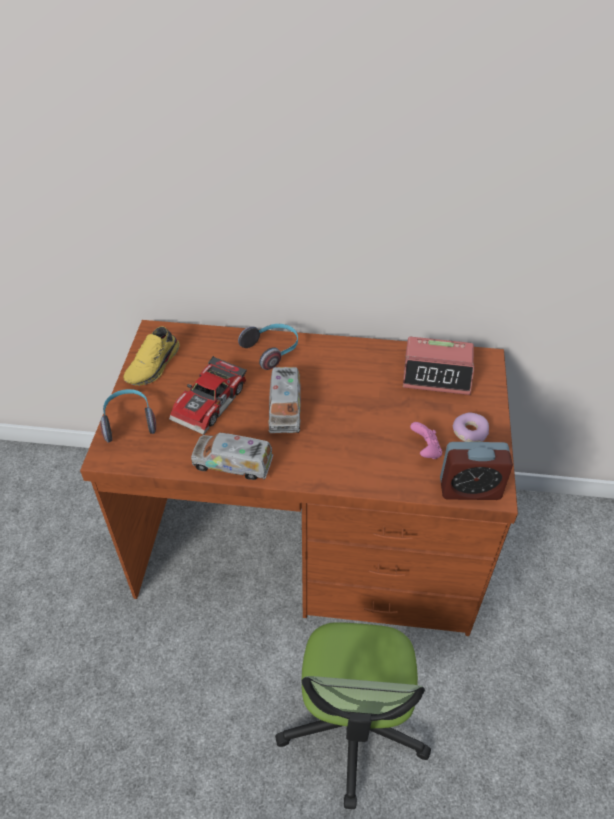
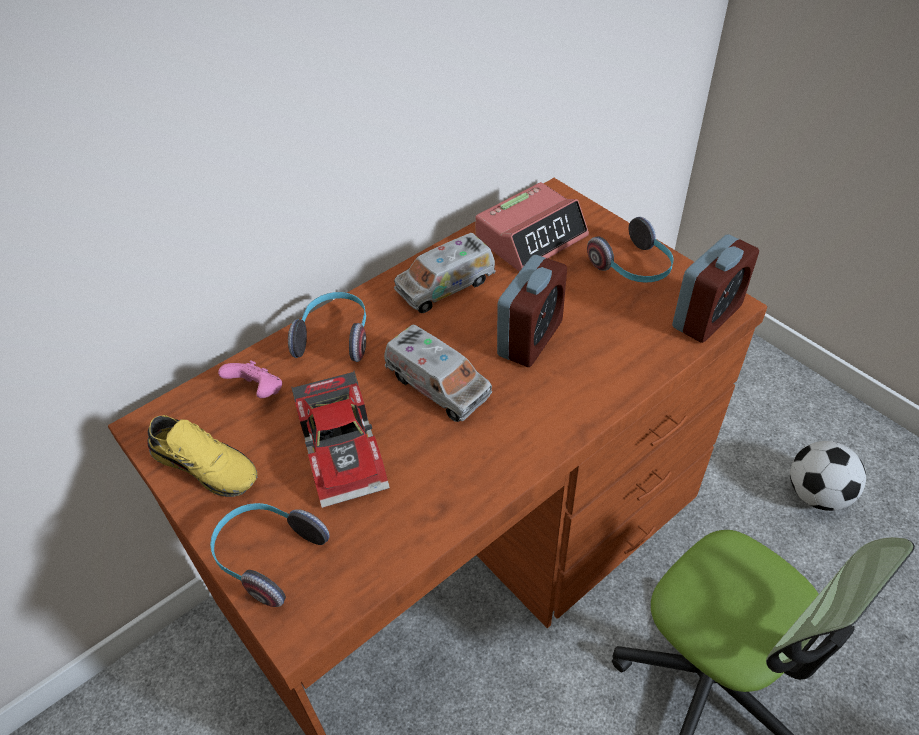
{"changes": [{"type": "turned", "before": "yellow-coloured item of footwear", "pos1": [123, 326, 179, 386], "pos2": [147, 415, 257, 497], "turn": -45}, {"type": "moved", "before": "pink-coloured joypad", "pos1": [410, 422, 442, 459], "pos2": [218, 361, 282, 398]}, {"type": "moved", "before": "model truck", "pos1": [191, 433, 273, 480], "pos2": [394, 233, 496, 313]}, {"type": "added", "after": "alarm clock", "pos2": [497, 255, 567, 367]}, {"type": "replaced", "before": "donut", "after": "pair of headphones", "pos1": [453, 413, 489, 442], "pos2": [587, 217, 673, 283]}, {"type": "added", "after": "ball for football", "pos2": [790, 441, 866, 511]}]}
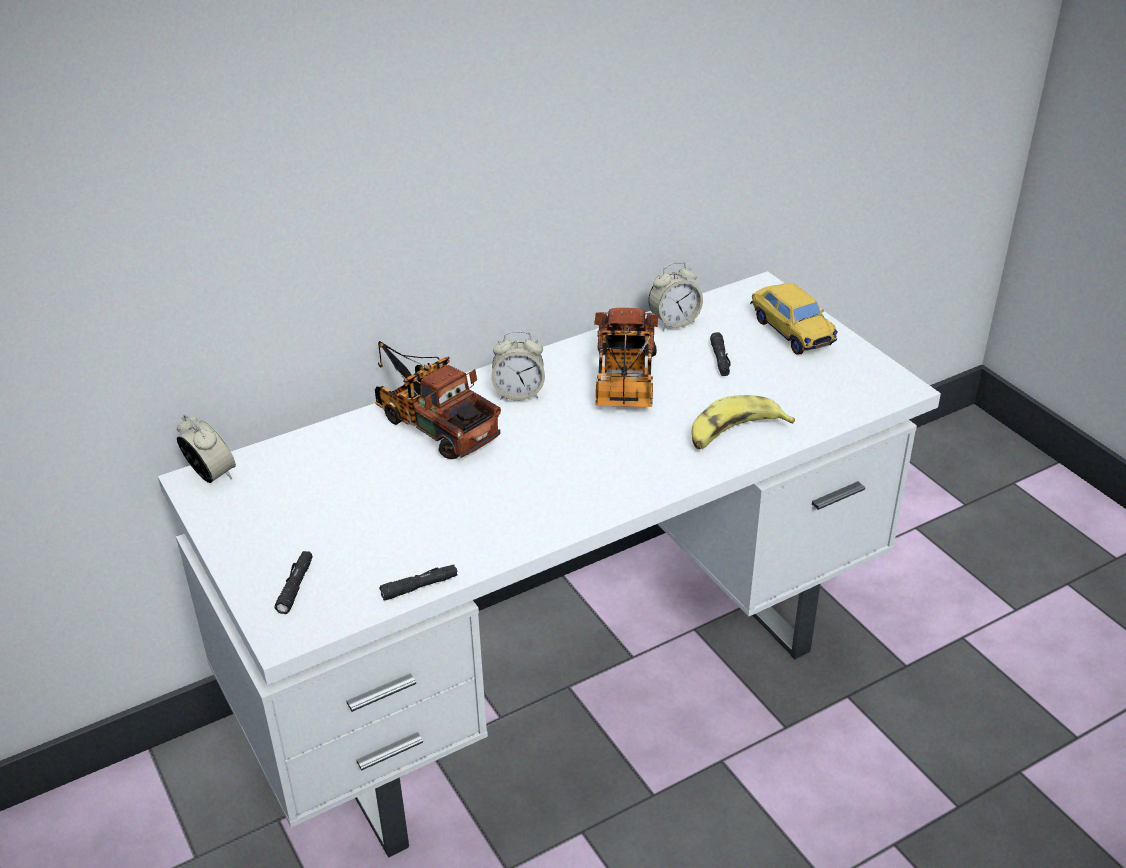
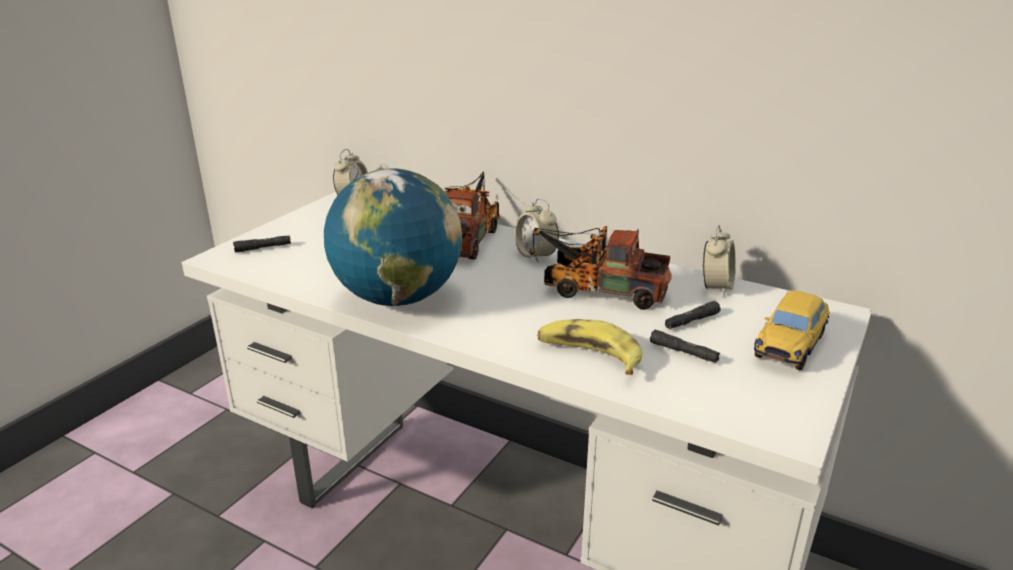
{"changes": [{"type": "added", "after": "globe", "pos2": [324, 168, 462, 306]}, {"type": "turned", "before": "model truck", "pos1": [594, 308, 658, 407], "pos2": [530, 226, 672, 310], "turn": 45}, {"type": "moved", "before": "blackish hand torch", "pos1": [379, 565, 457, 601], "pos2": [650, 330, 720, 363]}, {"type": "turned", "before": "alarm clock", "pos1": [648, 262, 703, 330], "pos2": [703, 225, 736, 296], "turn": -105}]}
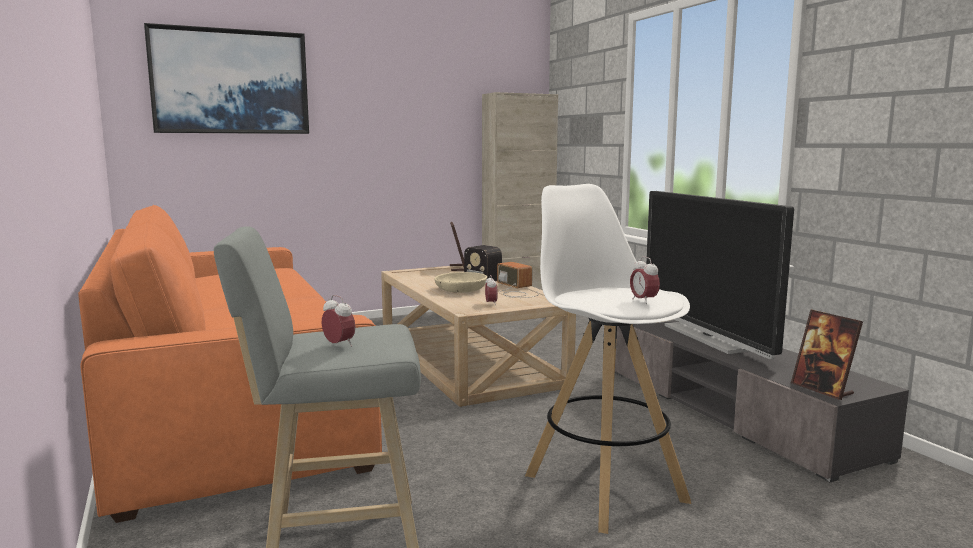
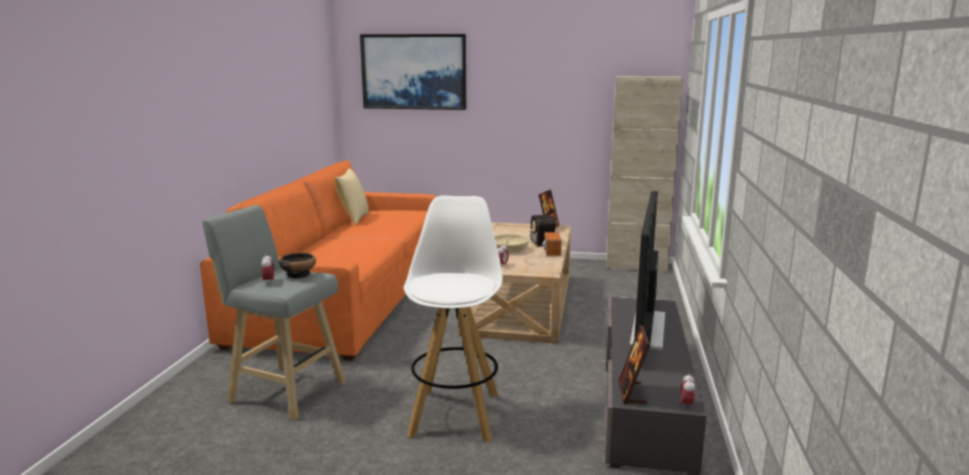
{"changes": [{"type": "added", "after": "bowl", "pos2": [279, 253, 316, 279]}, {"type": "added", "after": "throw pillow", "pos2": [335, 168, 369, 225]}, {"type": "moved", "before": "alarm clock", "pos1": [630, 256, 660, 304], "pos2": [681, 373, 695, 409]}]}
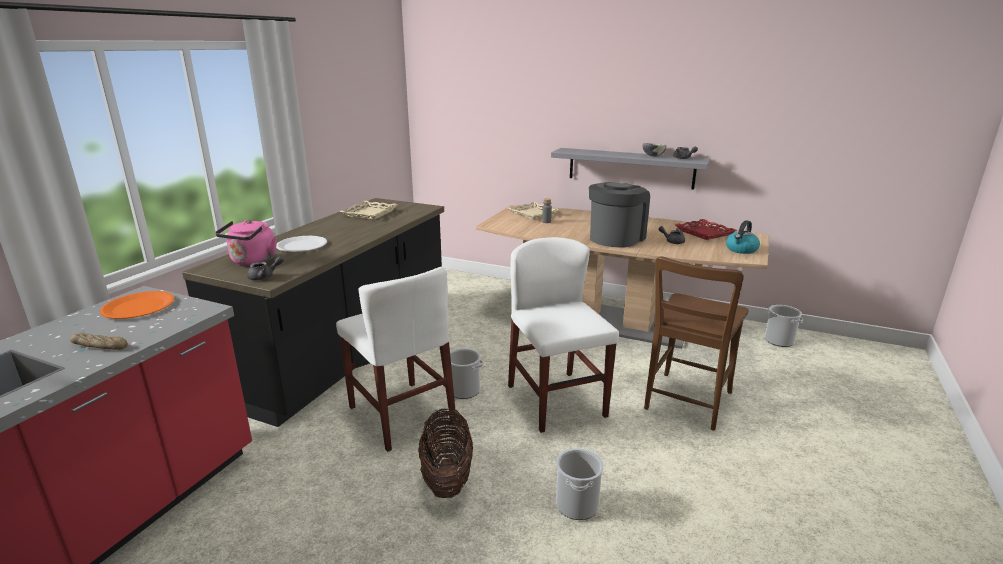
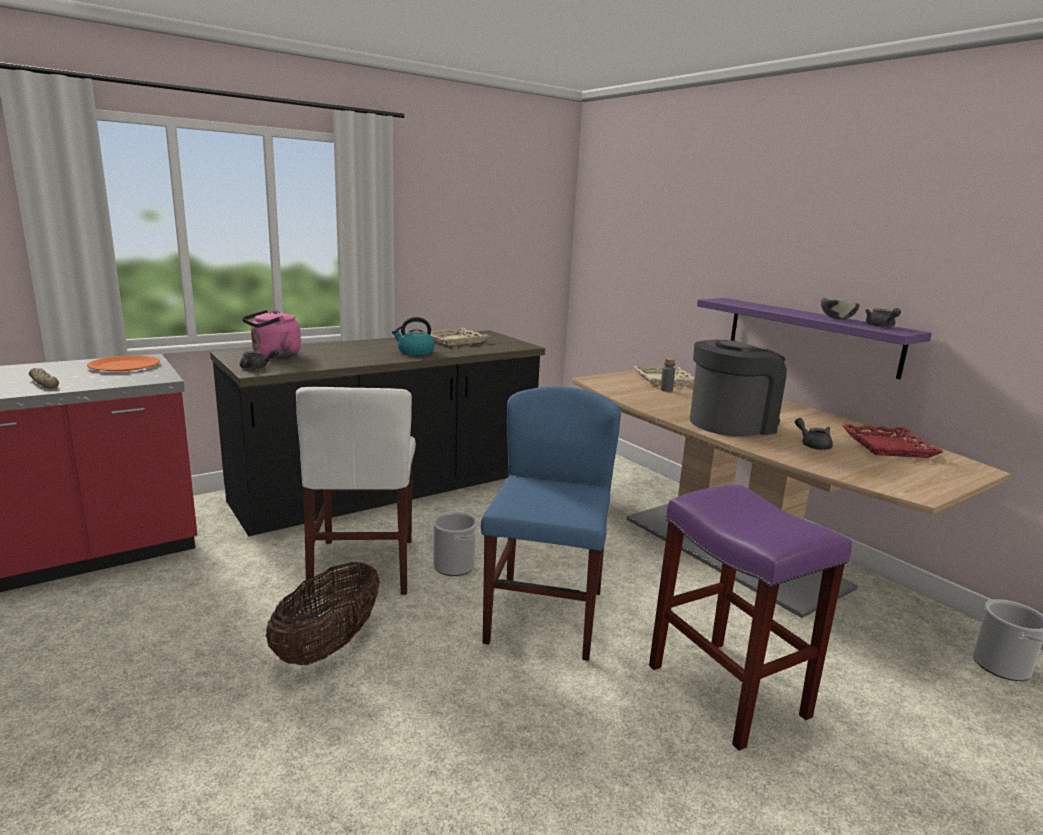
{"changes": [{"type": "moved", "before": "water kettle", "pos1": [726, 220, 760, 254], "pos2": [392, 317, 435, 355]}, {"type": "recoloured", "before": "whitish upright chair", "after": "bluish upright chair", "pos1": [508, 237, 619, 433], "pos2": [481, 386, 621, 661]}, {"type": "replaced", "before": "brown-coloured upright chair", "after": "purple stool seat", "pos1": [644, 256, 749, 431], "pos2": [649, 485, 852, 751]}, {"type": "recoloured", "before": "grey shelf", "after": "purple shelf", "pos1": [551, 148, 711, 189], "pos2": [697, 298, 932, 379]}, {"type": "removed", "before": "whitish dinner plate", "pos1": [276, 236, 327, 252]}, {"type": "removed", "before": "water bucket", "pos1": [556, 449, 604, 520]}]}
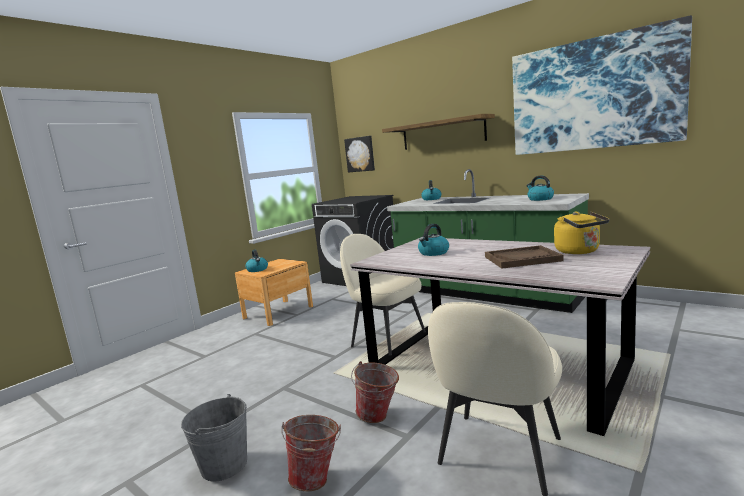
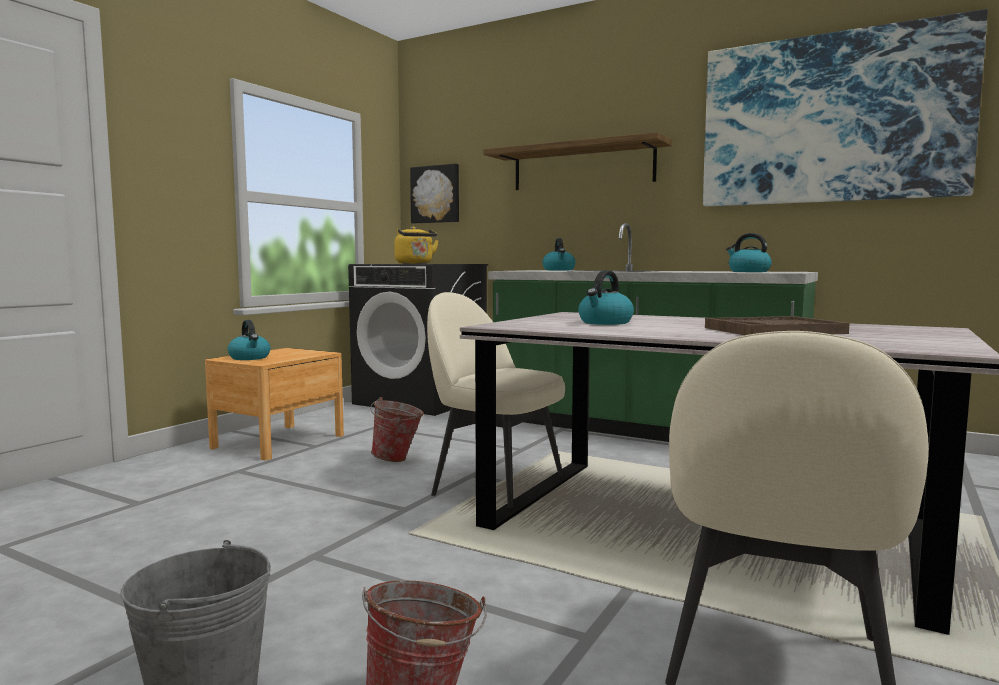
{"changes": [{"type": "moved", "before": "water bucket", "pos1": [351, 361, 399, 423], "pos2": [370, 397, 424, 462]}, {"type": "moved", "before": "yellow-coloured water kettle", "pos1": [554, 212, 609, 254], "pos2": [394, 226, 439, 264]}]}
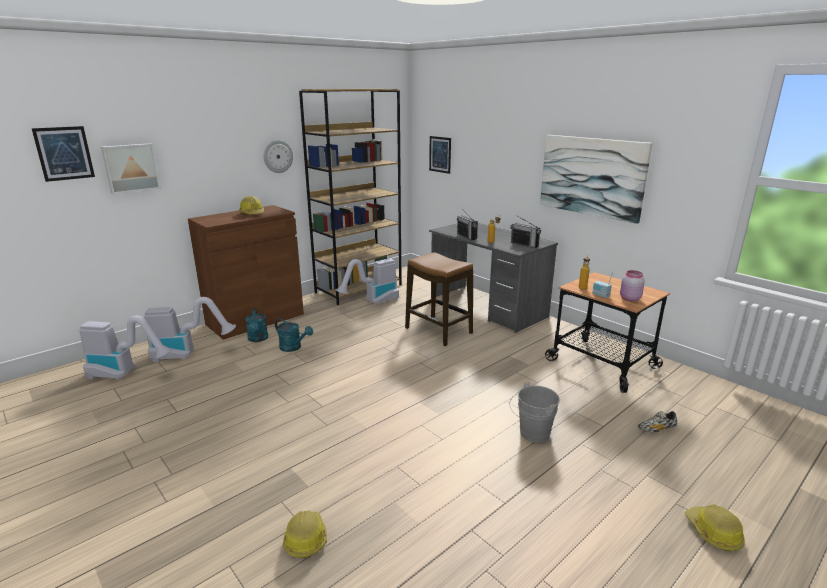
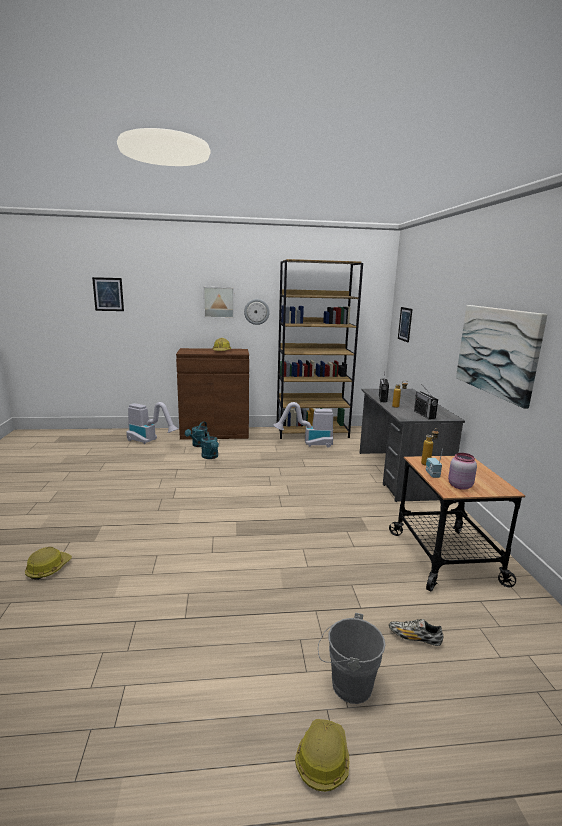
{"changes": [{"type": "moved", "before": "picture", "pos1": [101, 143, 161, 194], "pos2": [203, 287, 234, 318]}, {"type": "moved", "before": "grey water bucket", "pos1": [509, 382, 560, 443], "pos2": [318, 613, 386, 704]}, {"type": "removed", "before": "vacuum", "pos1": [79, 316, 172, 380]}, {"type": "removed", "before": "stool seat", "pos1": [405, 252, 473, 346]}]}
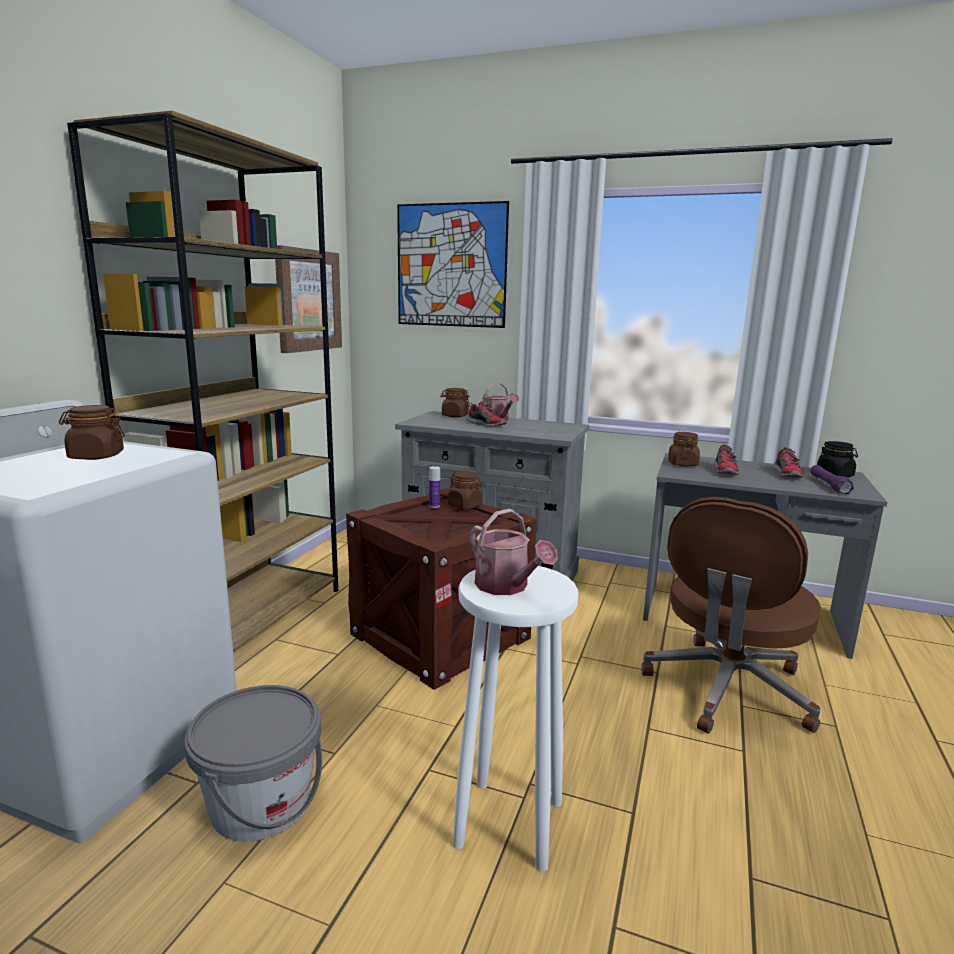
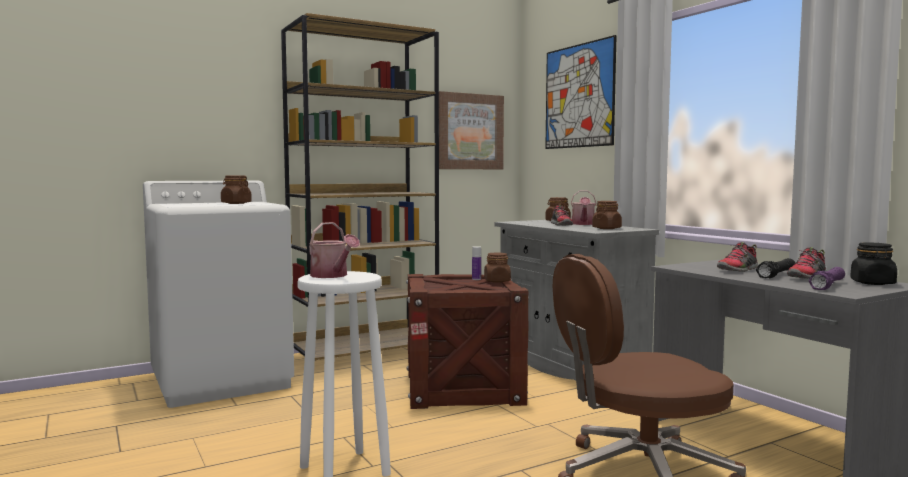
{"changes": [{"type": "turned", "before": "watering can", "pos1": [470, 509, 558, 595], "pos2": [309, 222, 360, 278], "turn": -45}, {"type": "moved", "before": "brown-coloured storage jar", "pos1": [668, 432, 700, 466], "pos2": [592, 201, 622, 229]}, {"type": "added", "after": "blackish hand torch", "pos2": [756, 258, 795, 278]}, {"type": "removed", "before": "grey water bucket", "pos1": [184, 685, 322, 842]}]}
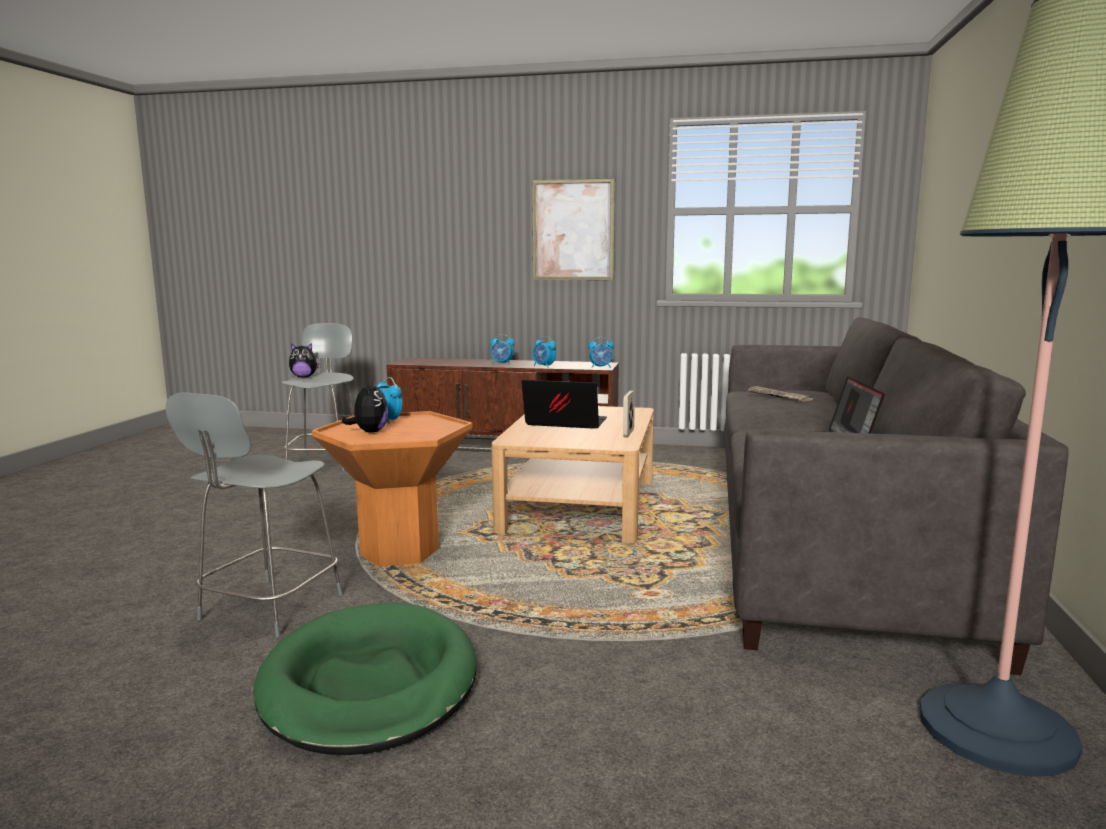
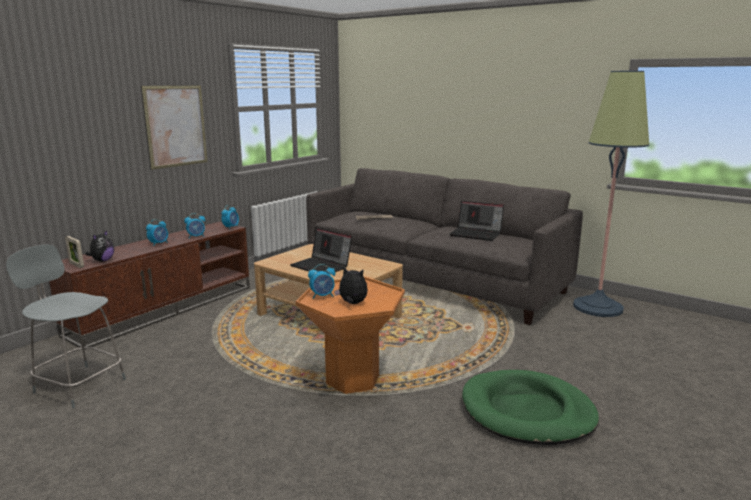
{"changes": [{"type": "moved", "before": "standing frame", "pos1": [623, 390, 635, 437], "pos2": [65, 236, 84, 268]}, {"type": "moved", "before": "plush toy", "pos1": [289, 343, 321, 378], "pos2": [86, 230, 114, 262]}, {"type": "turned", "before": "laptop", "pos1": [521, 380, 607, 429], "pos2": [290, 228, 352, 274], "turn": -90}, {"type": "removed", "before": "grey stool seat", "pos1": [165, 392, 343, 637]}]}
